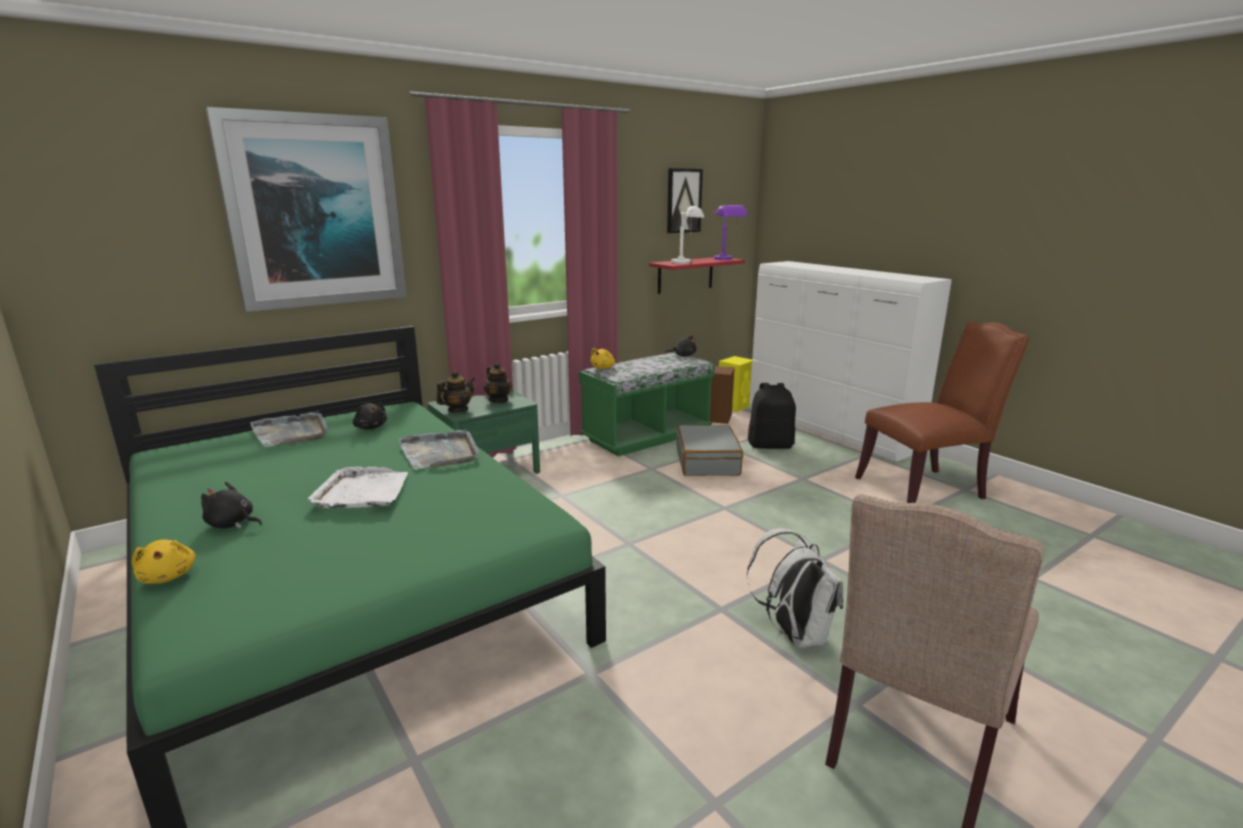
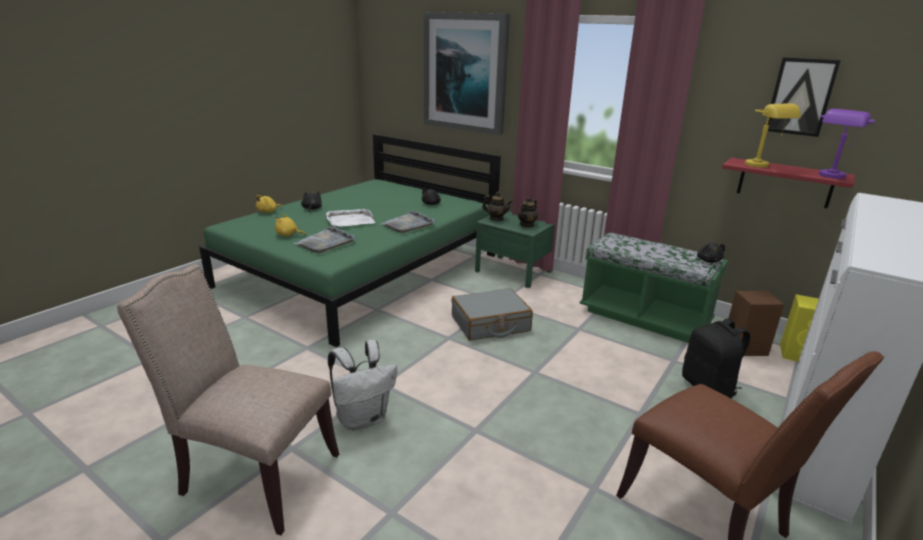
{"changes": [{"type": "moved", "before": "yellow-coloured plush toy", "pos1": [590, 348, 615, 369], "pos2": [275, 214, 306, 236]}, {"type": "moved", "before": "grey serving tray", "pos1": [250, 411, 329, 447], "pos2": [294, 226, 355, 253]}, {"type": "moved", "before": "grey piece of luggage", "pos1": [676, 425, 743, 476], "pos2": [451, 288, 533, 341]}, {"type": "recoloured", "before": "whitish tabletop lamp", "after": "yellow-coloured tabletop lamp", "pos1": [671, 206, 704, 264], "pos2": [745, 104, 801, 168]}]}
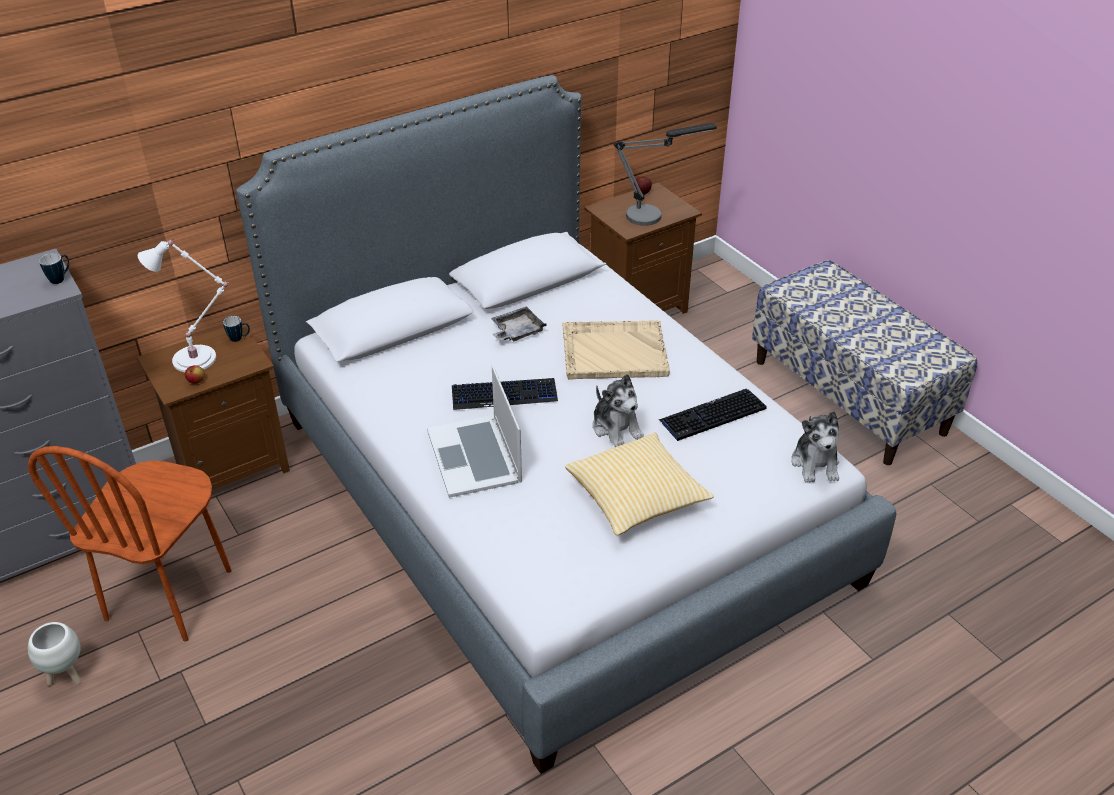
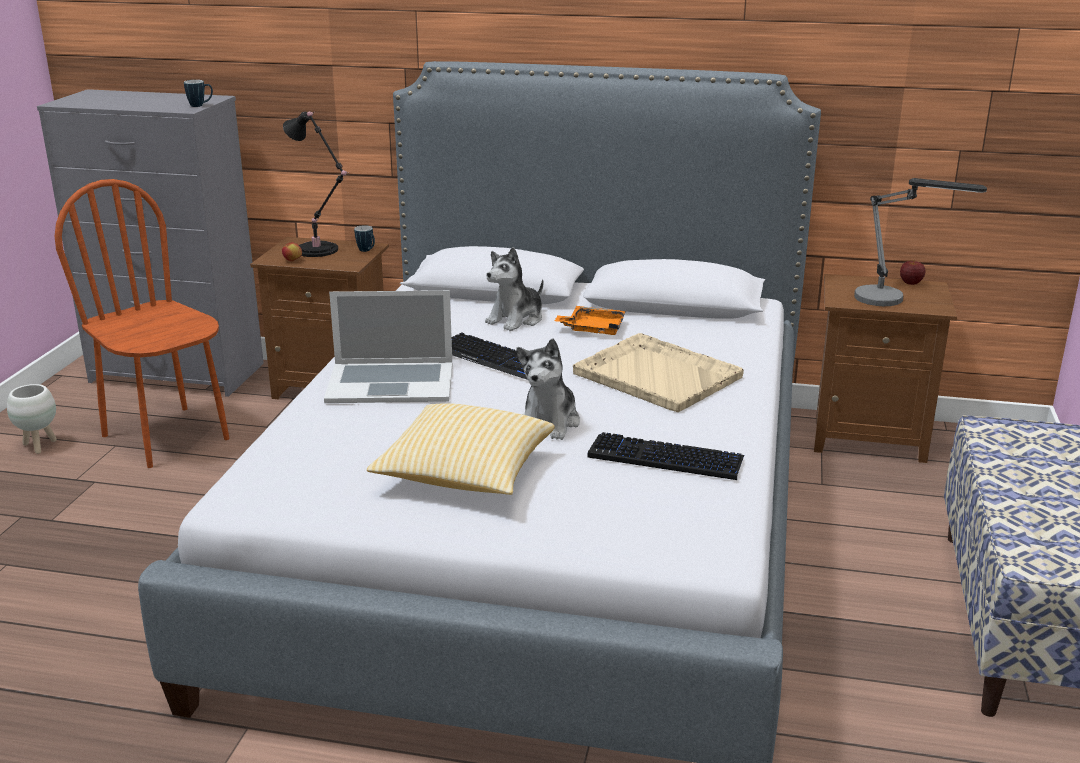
{"changes": [{"type": "turned", "before": "brown-coloured upright chair", "pos1": [28, 446, 232, 642], "pos2": [55, 179, 230, 468], "turn": 75}, {"type": "recoloured", "before": "whitish tabletop lamp", "after": "blackish tabletop lamp", "pos1": [138, 239, 229, 372], "pos2": [283, 111, 348, 257]}, {"type": "turned", "before": "laptop", "pos1": [427, 366, 522, 498], "pos2": [324, 290, 452, 403], "turn": -120}, {"type": "moved", "before": "plush toy", "pos1": [791, 411, 839, 483], "pos2": [485, 247, 543, 331]}, {"type": "recoloured", "before": "grey serving tray", "after": "orangey serving tray", "pos1": [491, 306, 547, 341], "pos2": [555, 306, 626, 335]}]}
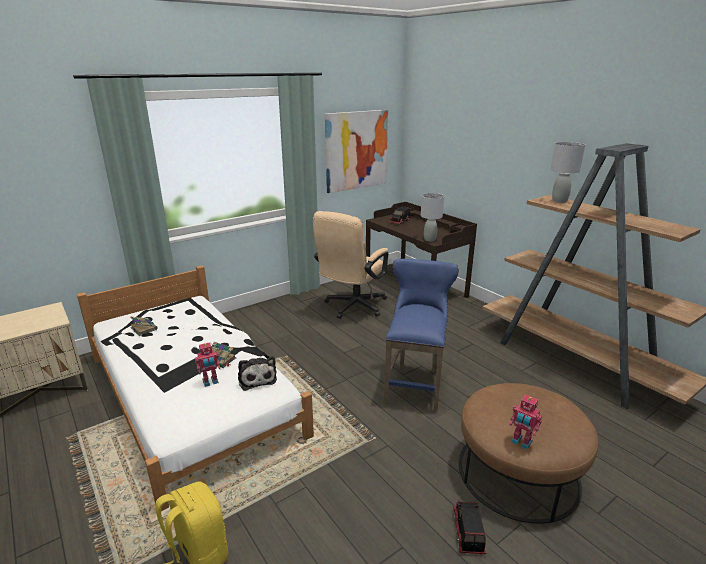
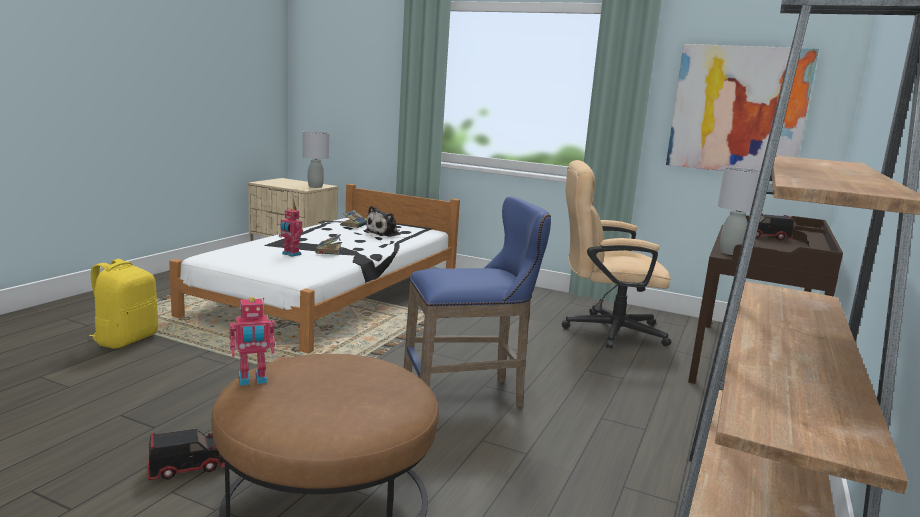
{"changes": [{"type": "turned", "before": "model robot", "pos1": [509, 395, 542, 450], "pos2": [229, 297, 275, 386], "turn": -120}, {"type": "moved", "before": "grey tabletop lamp", "pos1": [551, 142, 585, 203], "pos2": [303, 131, 330, 188]}, {"type": "moved", "before": "plush toy", "pos1": [238, 356, 277, 391], "pos2": [364, 206, 401, 237]}]}
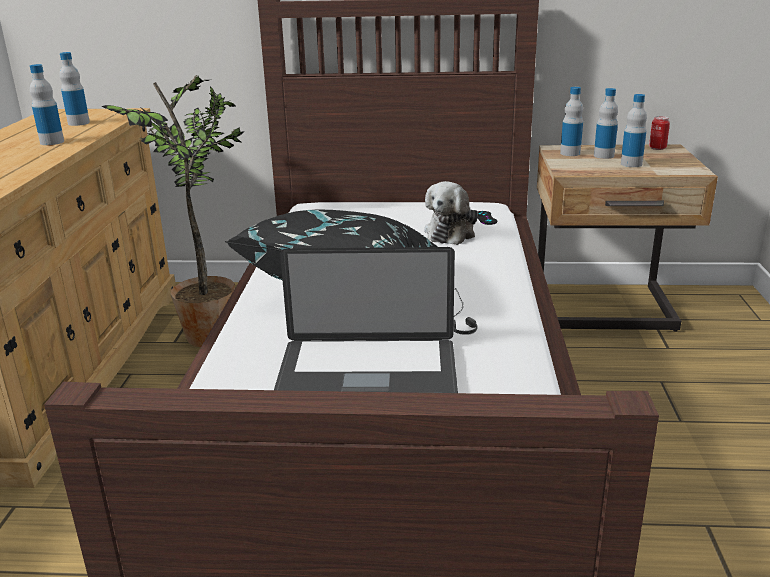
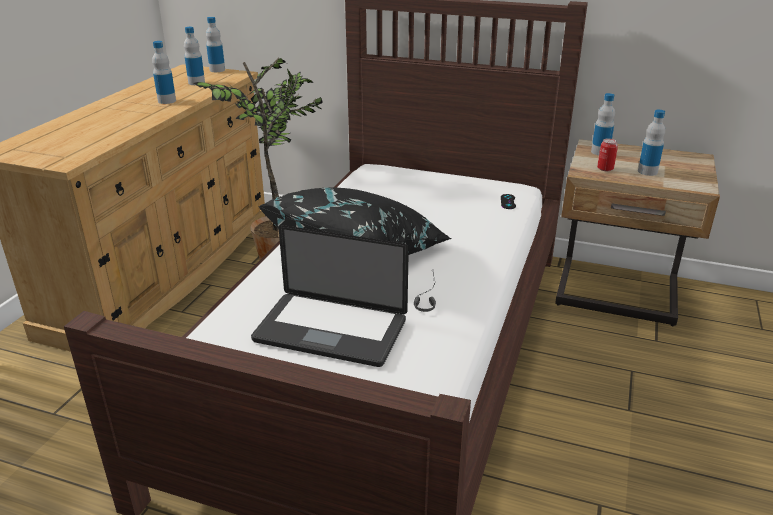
{"changes": [{"type": "moved", "before": "drink bottle", "pos1": [594, 88, 618, 159], "pos2": [206, 17, 225, 72]}, {"type": "moved", "before": "metal can", "pos1": [649, 116, 670, 150], "pos2": [597, 138, 618, 171]}, {"type": "removed", "before": "plush toy", "pos1": [424, 181, 478, 245]}]}
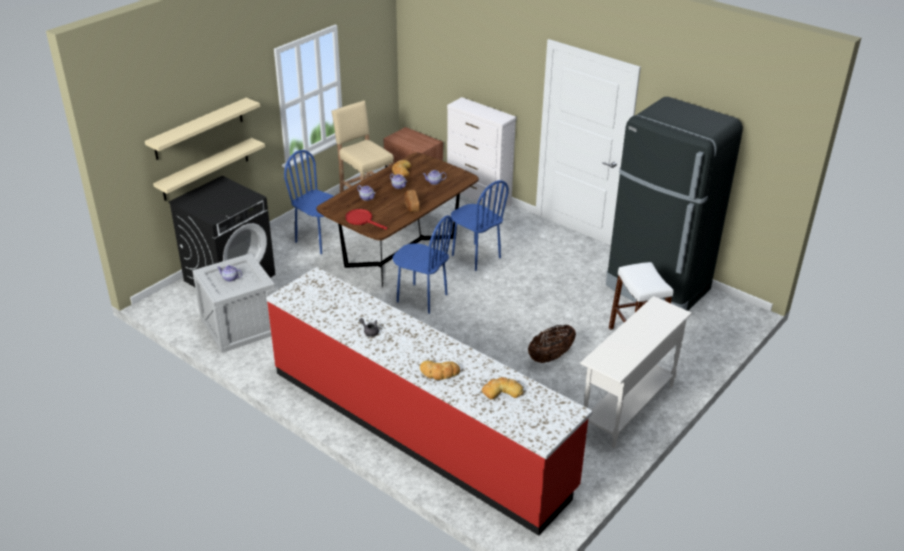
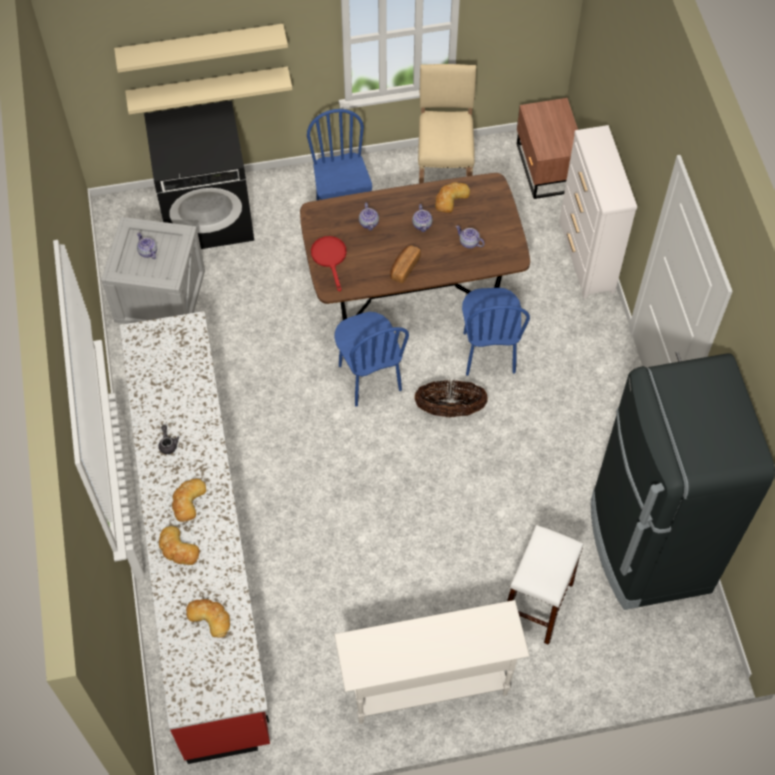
{"changes": [{"type": "added", "after": "baked bread", "pos2": [172, 479, 206, 522]}, {"type": "moved", "before": "storage basket", "pos1": [528, 325, 576, 363], "pos2": [414, 380, 488, 417]}]}
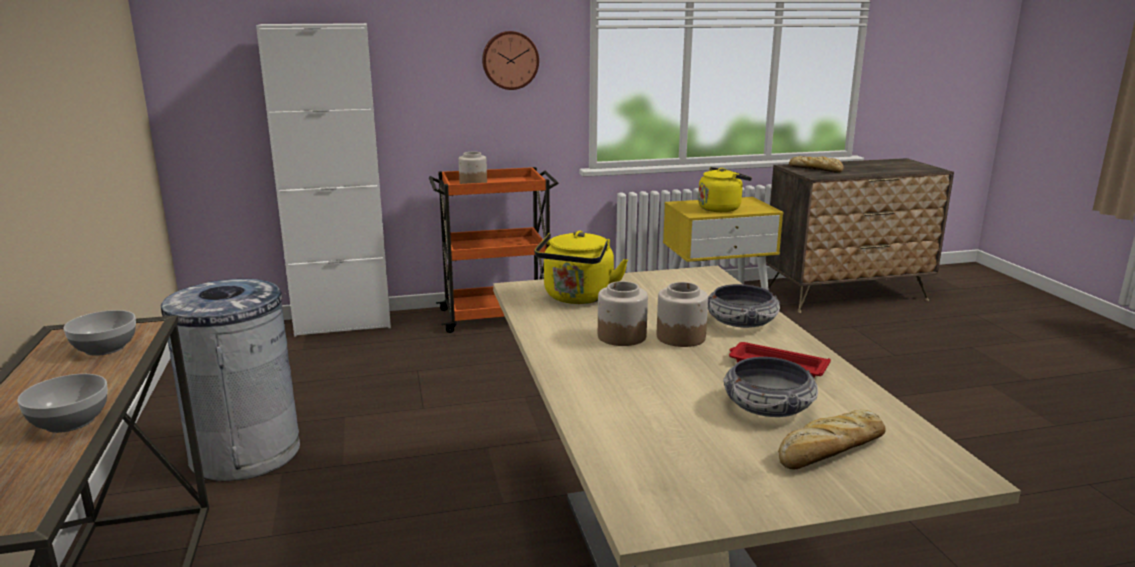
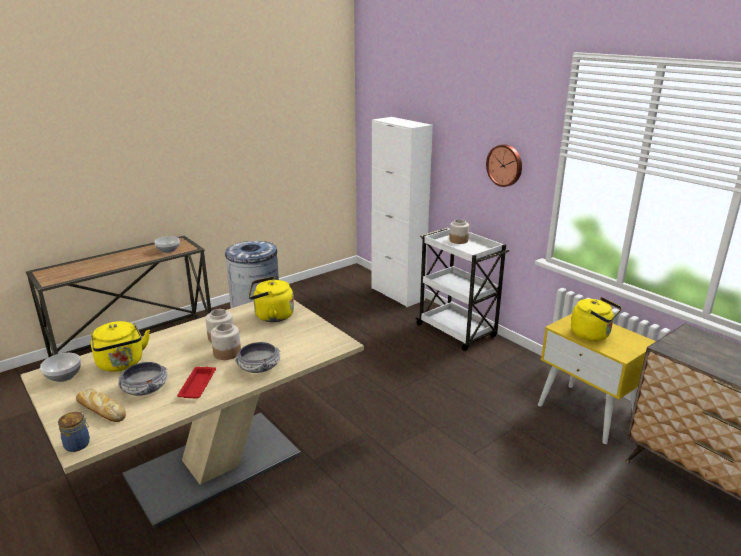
{"changes": [{"type": "moved", "before": "bowl", "pos1": [17, 374, 108, 433], "pos2": [40, 353, 81, 382]}, {"type": "added", "after": "storage jar", "pos2": [58, 412, 90, 452]}, {"type": "added", "after": "yellow-coloured water kettle", "pos2": [91, 321, 150, 372]}, {"type": "recoloured", "before": "orangey cart", "after": "whitish cart", "pos1": [429, 167, 559, 333], "pos2": [416, 227, 509, 351]}, {"type": "removed", "before": "baked bread", "pos1": [789, 156, 844, 173]}]}
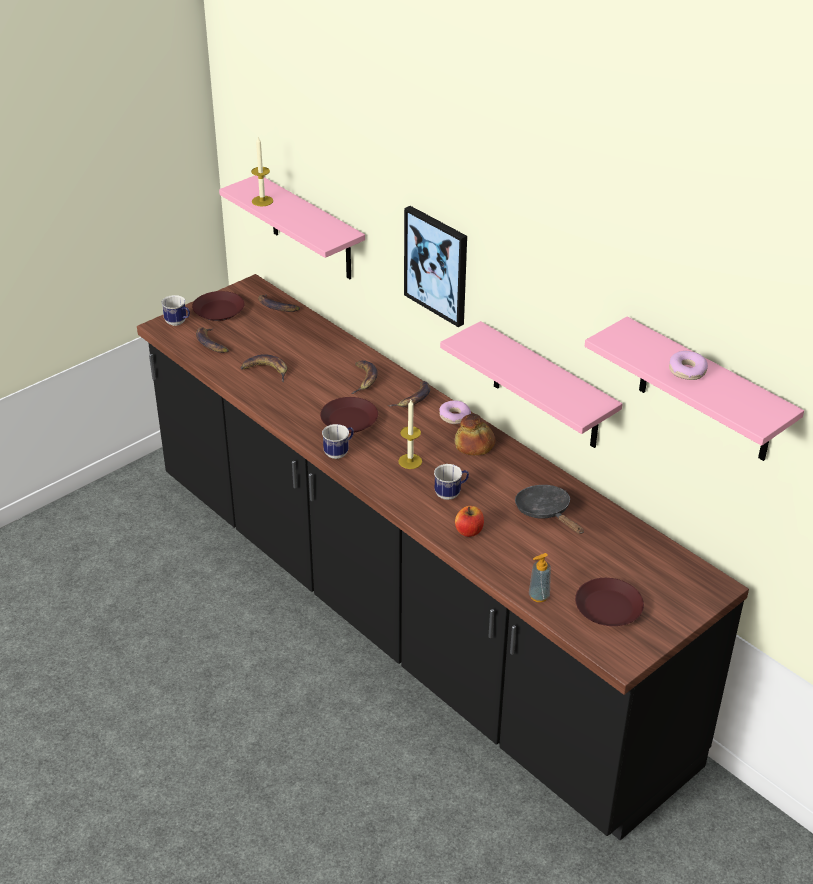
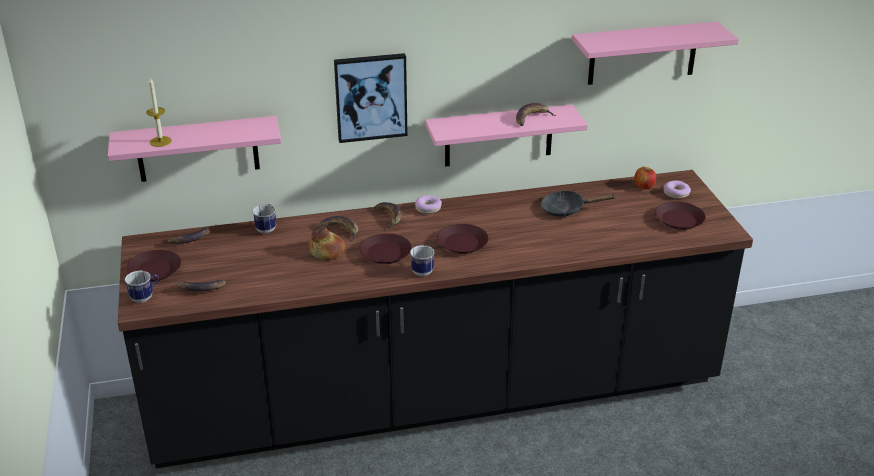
{"changes": [{"type": "moved", "before": "coffee mug", "pos1": [434, 464, 469, 500], "pos2": [253, 204, 276, 234]}, {"type": "moved", "before": "baked bread", "pos1": [455, 414, 496, 455], "pos2": [308, 226, 346, 261]}, {"type": "replaced", "before": "wax candle", "after": "brown-coloured dinner plate", "pos1": [398, 400, 422, 469], "pos2": [437, 224, 489, 254]}, {"type": "moved", "before": "banana", "pos1": [240, 354, 287, 382], "pos2": [516, 103, 556, 126]}, {"type": "moved", "before": "whole apple", "pos1": [455, 506, 484, 537], "pos2": [634, 167, 656, 189]}, {"type": "moved", "before": "donut", "pos1": [669, 351, 708, 380], "pos2": [664, 181, 691, 199]}, {"type": "removed", "before": "liquid soap bottle", "pos1": [529, 553, 551, 602]}]}
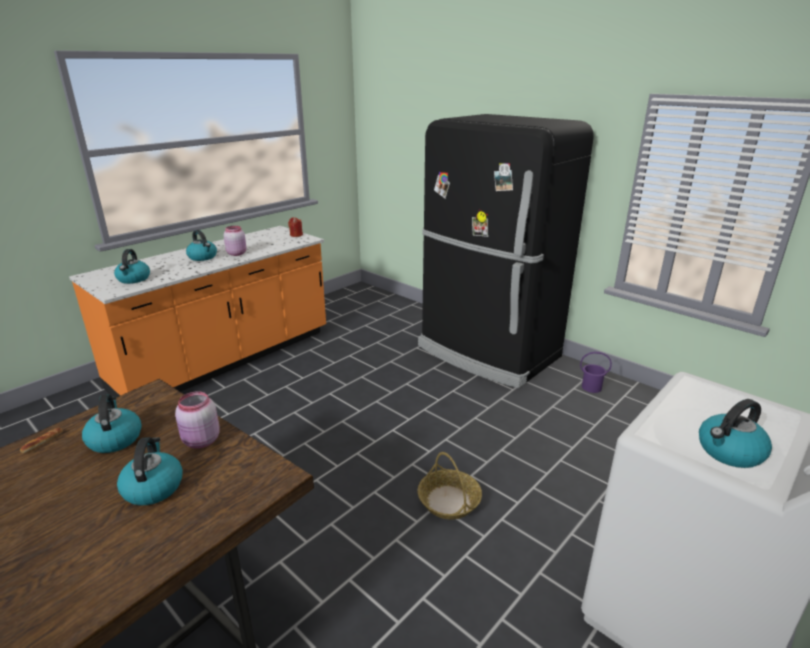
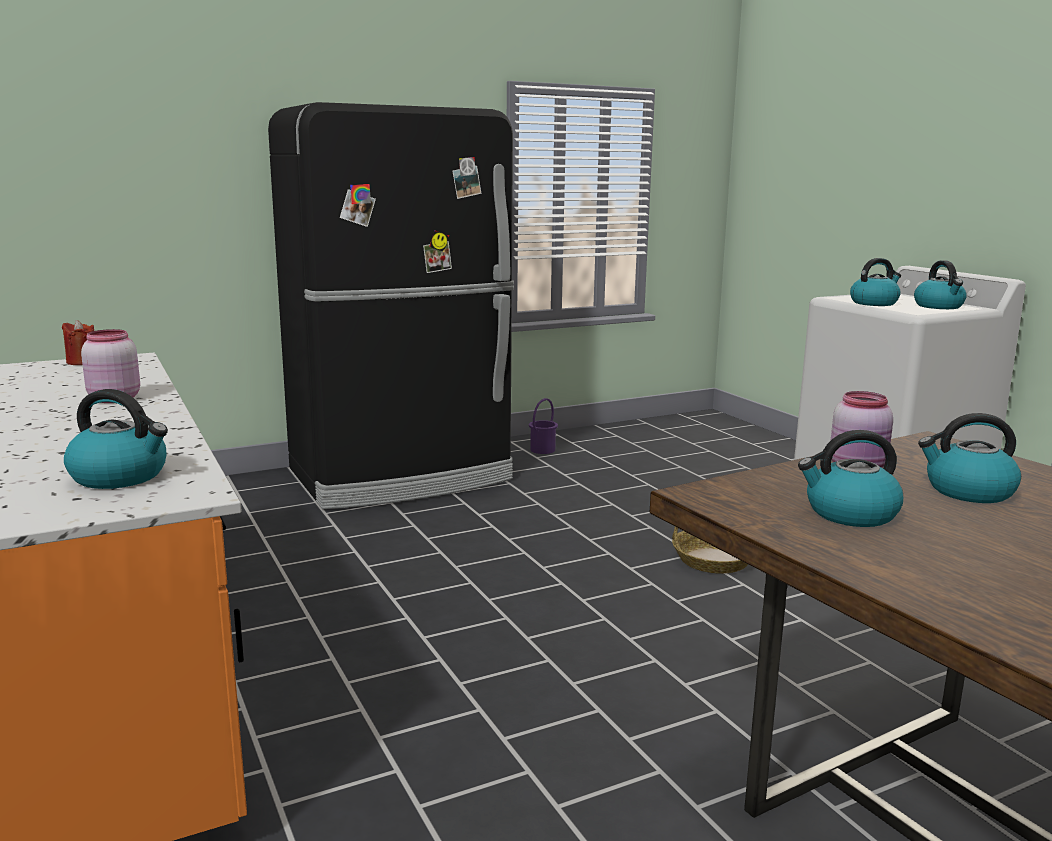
{"changes": [{"type": "moved", "before": "water kettle", "pos1": [186, 230, 217, 261], "pos2": [850, 258, 901, 306]}, {"type": "removed", "before": "baked bread", "pos1": [20, 427, 63, 453]}]}
